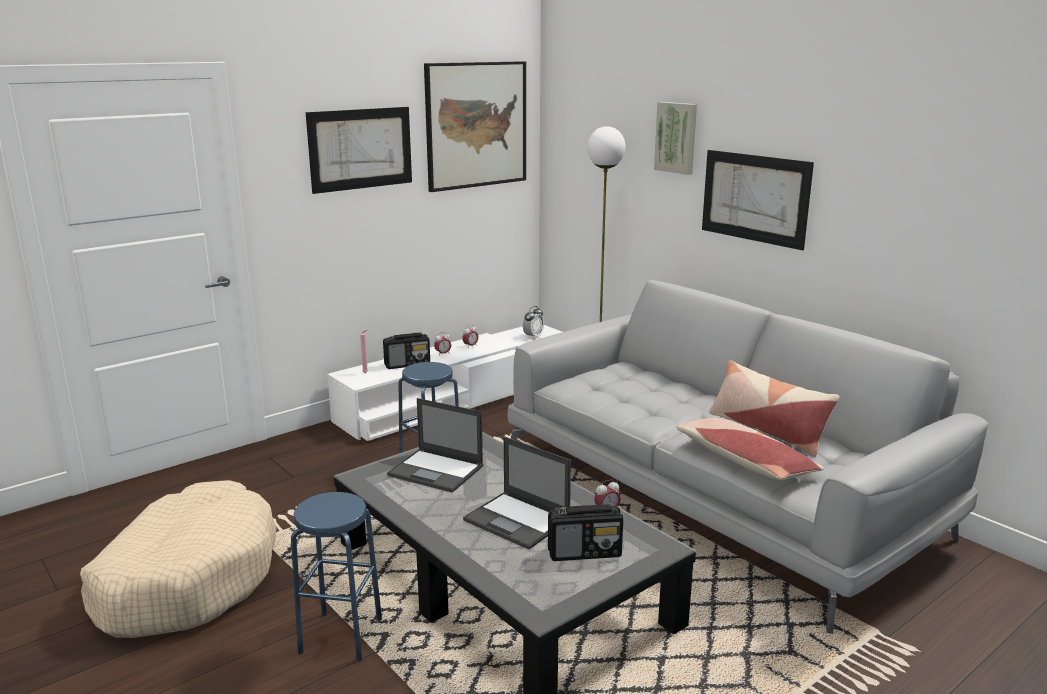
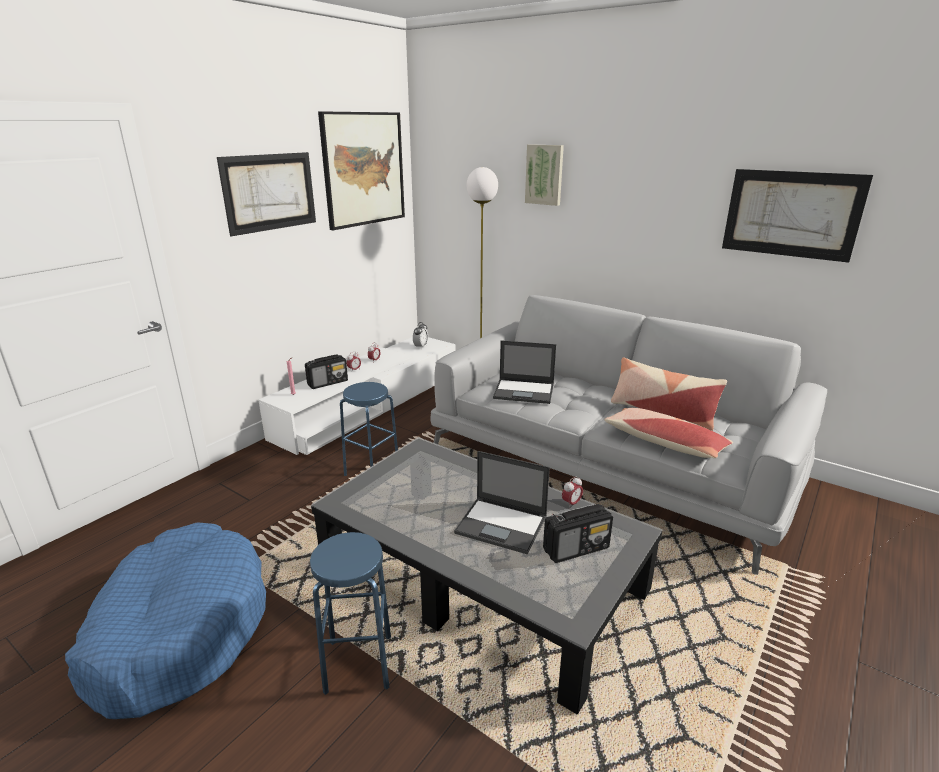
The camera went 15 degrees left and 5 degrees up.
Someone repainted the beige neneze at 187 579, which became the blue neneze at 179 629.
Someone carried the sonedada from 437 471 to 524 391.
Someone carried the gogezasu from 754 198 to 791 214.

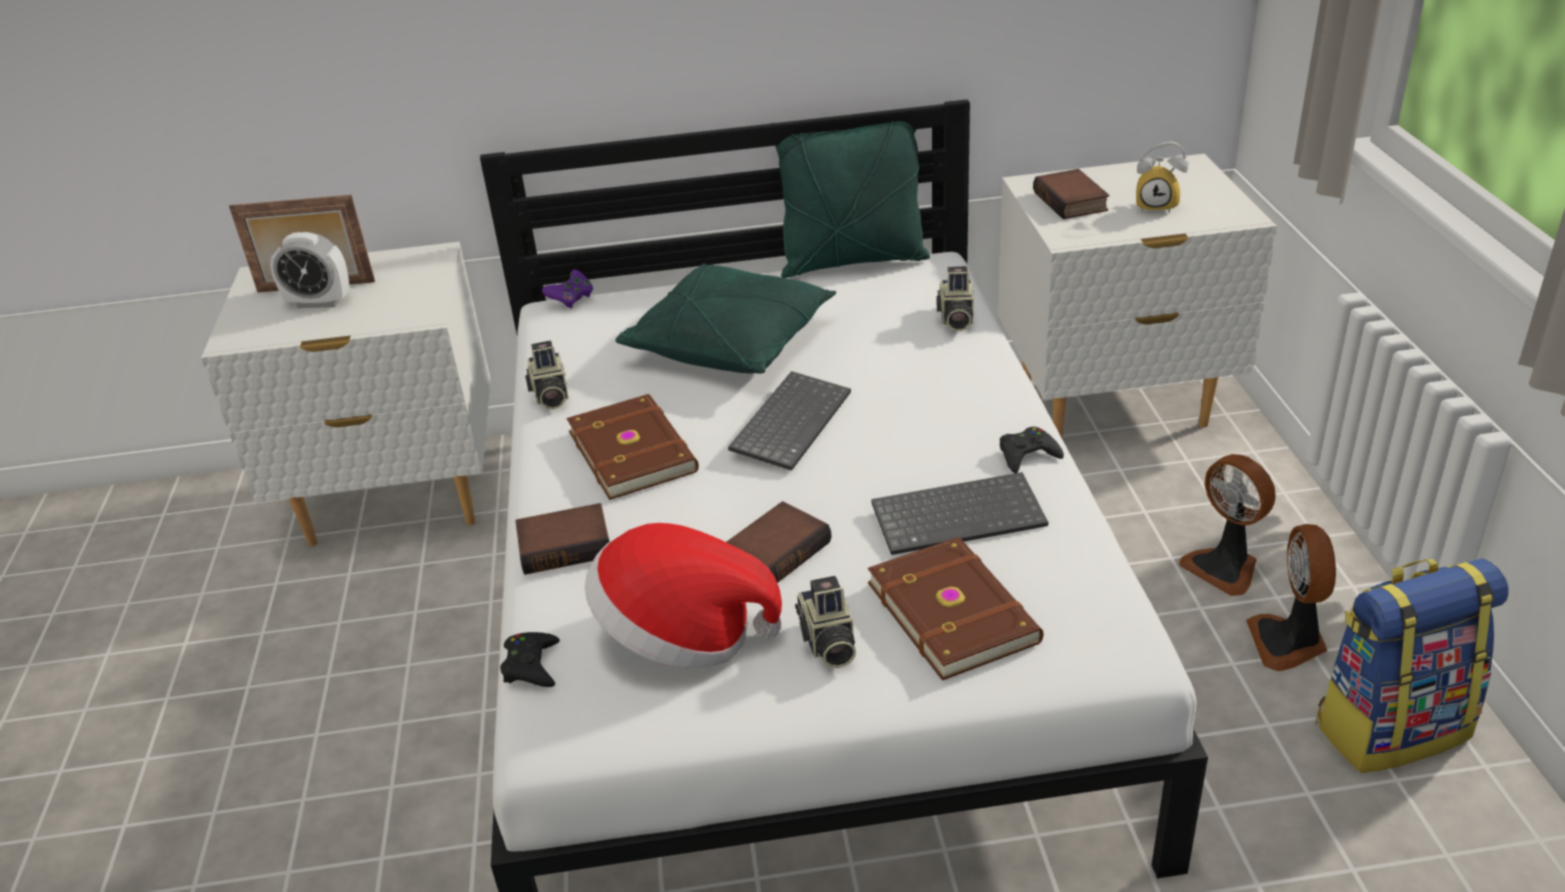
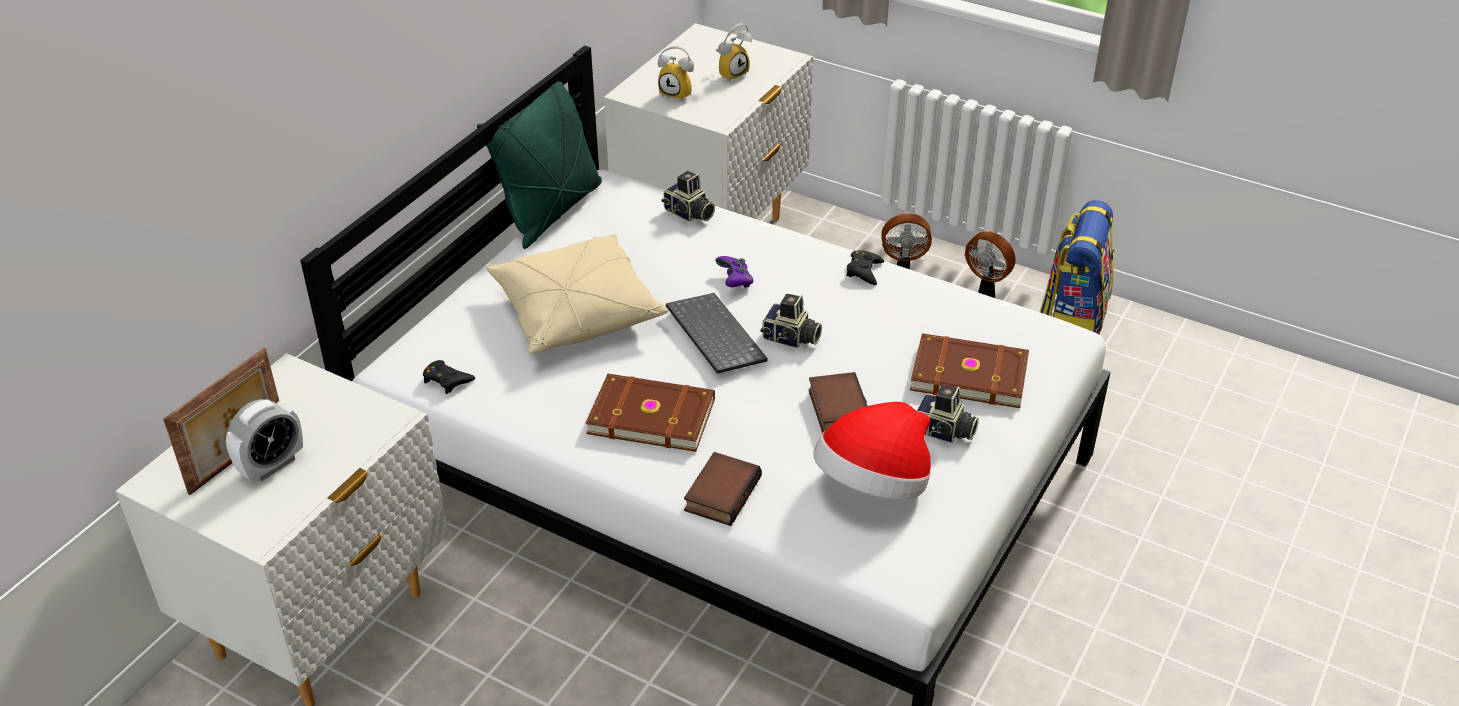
The camera went 55 degrees left and 5 degrees up.
Someone carried the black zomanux from 531 665 to 447 380.
Someone repainted the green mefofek at 731 343, which became the beige mefofek at 576 312.
Someone swapped the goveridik at 1072 201 for the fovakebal at 678 93.
Someone carried the purple zomanux from 571 300 to 735 281.
Someone carried the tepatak from 549 395 to 791 339.
Someone took away the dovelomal at 959 515.

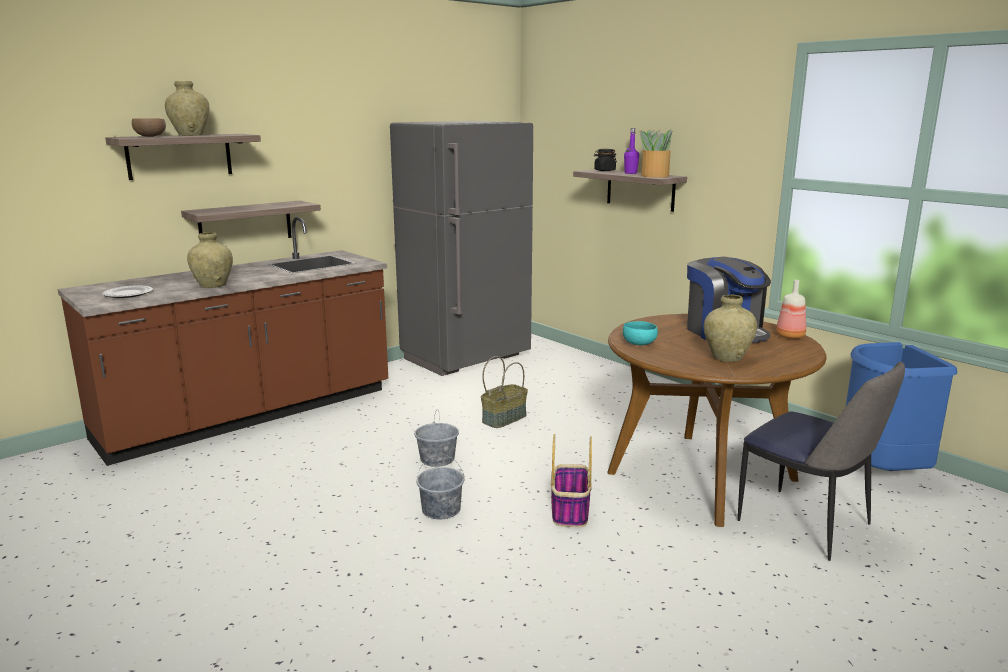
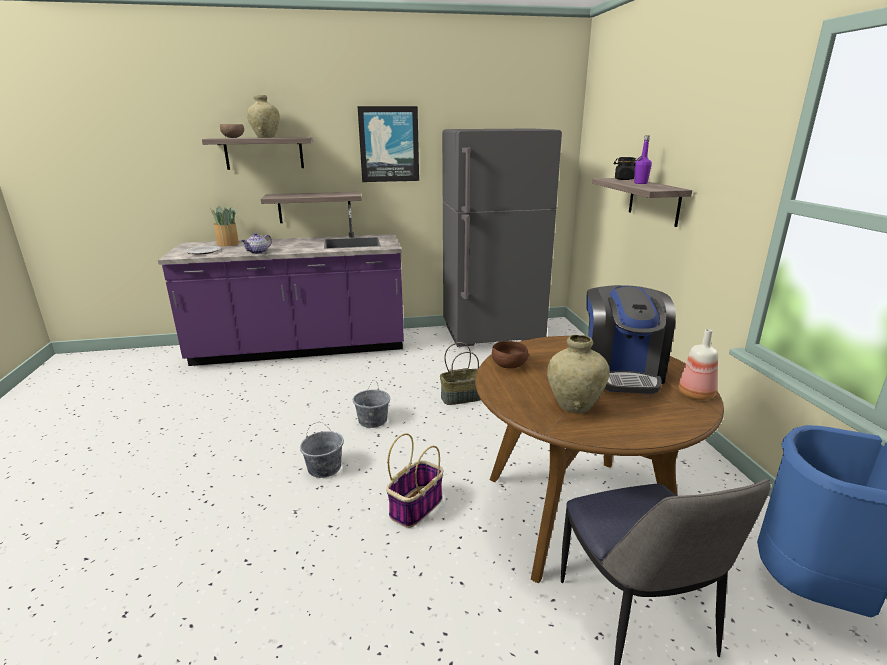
The camera went 30 degrees right and 5 degrees up.
Someone repainted the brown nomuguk at 249 415, which became the purple nomuguk at 300 349.
Someone carried the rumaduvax from 654 176 to 228 243.
Someone swapped the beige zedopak at 213 285 for the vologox at 258 252.
Someone put up the gogezasu at 389 144.
Someone repainted the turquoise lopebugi at 639 344, which became the brown lopebugi at 510 365.

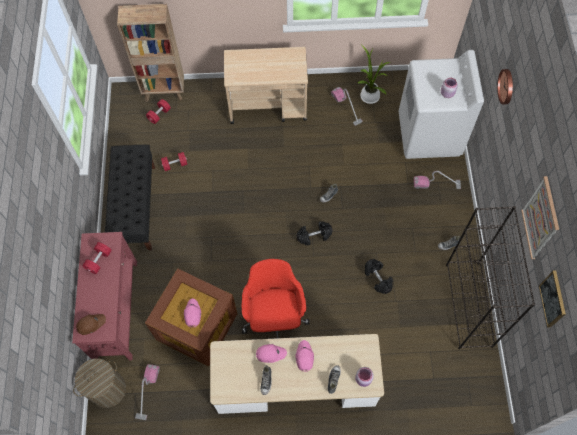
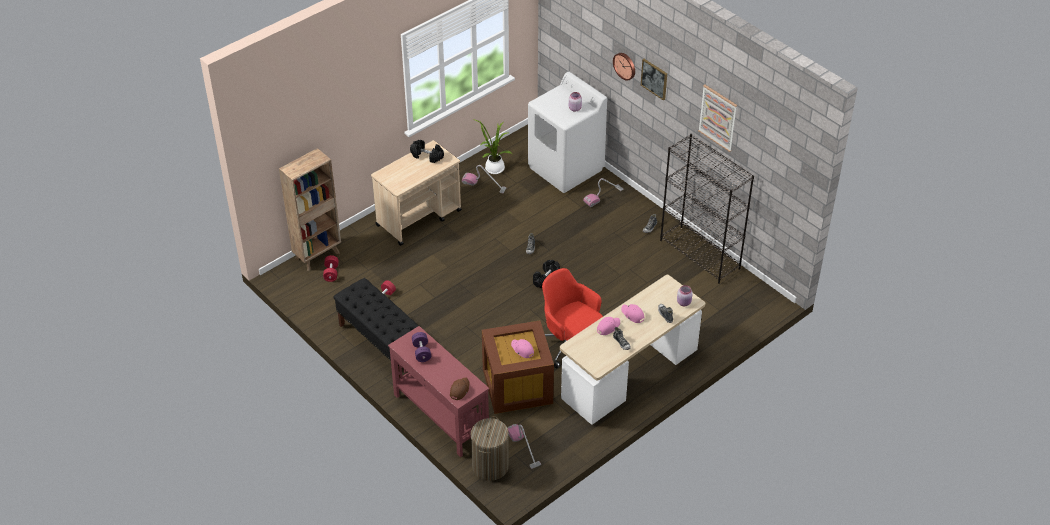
The camera went 40 degrees left and 20 degrees down.
Someone carried the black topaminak from 378 278 to 427 156.
Someone repainted the red topaminak at 99 261, which became the purple topaminak at 421 352.
Someone carried the gogezasu from 553 299 to 654 79.

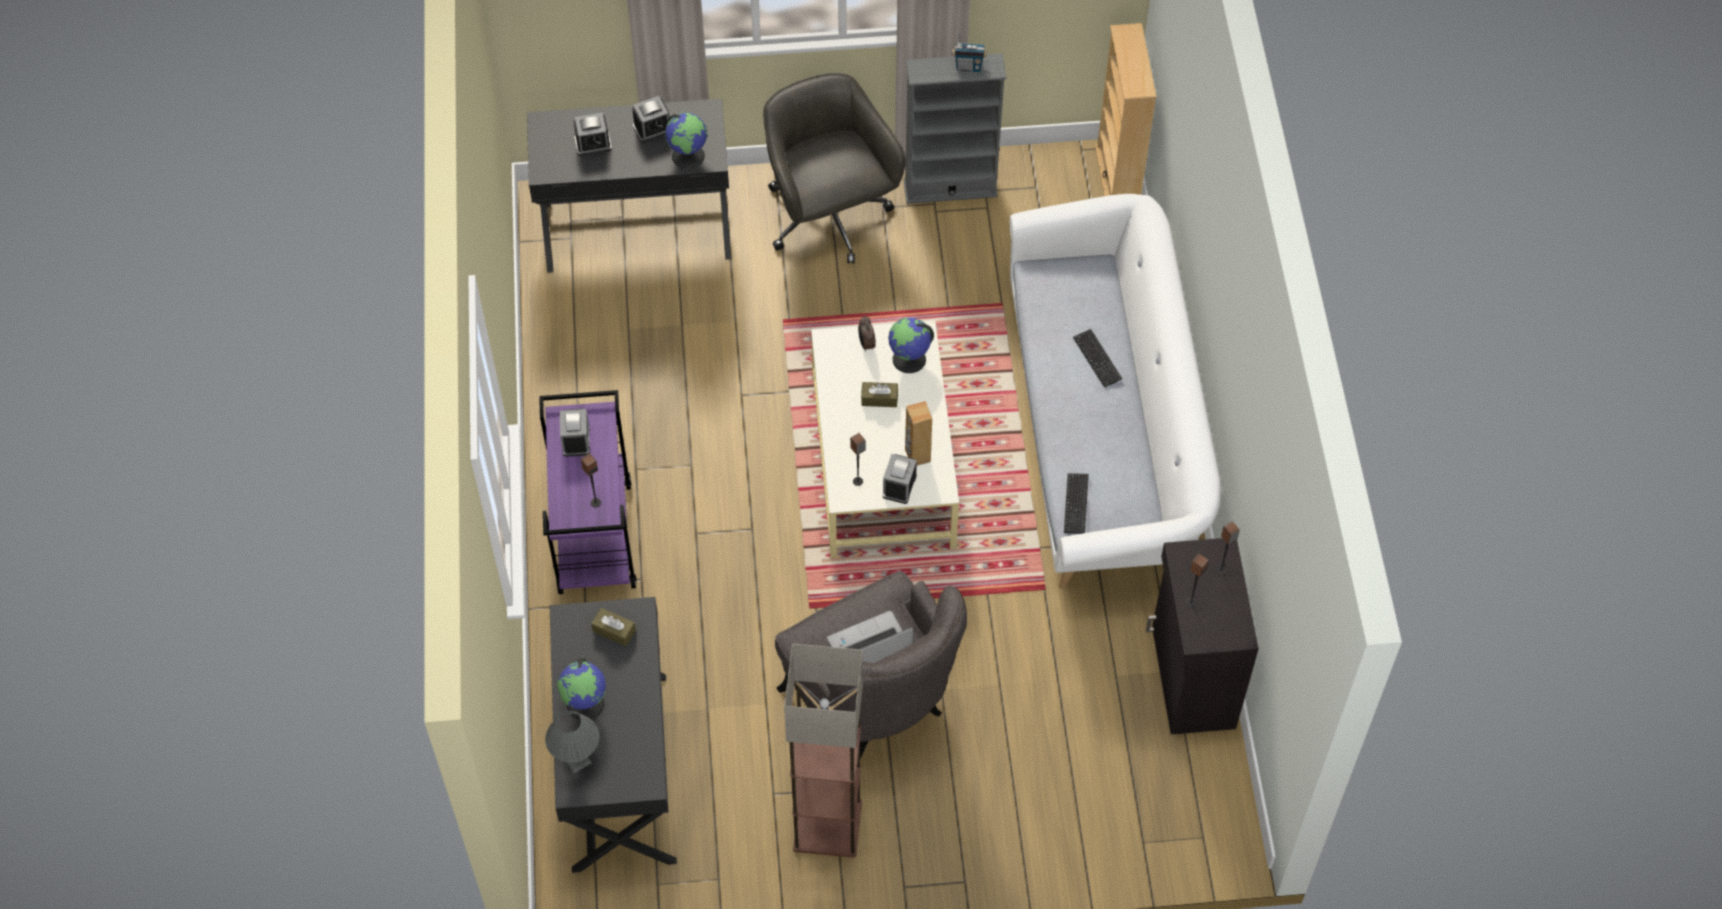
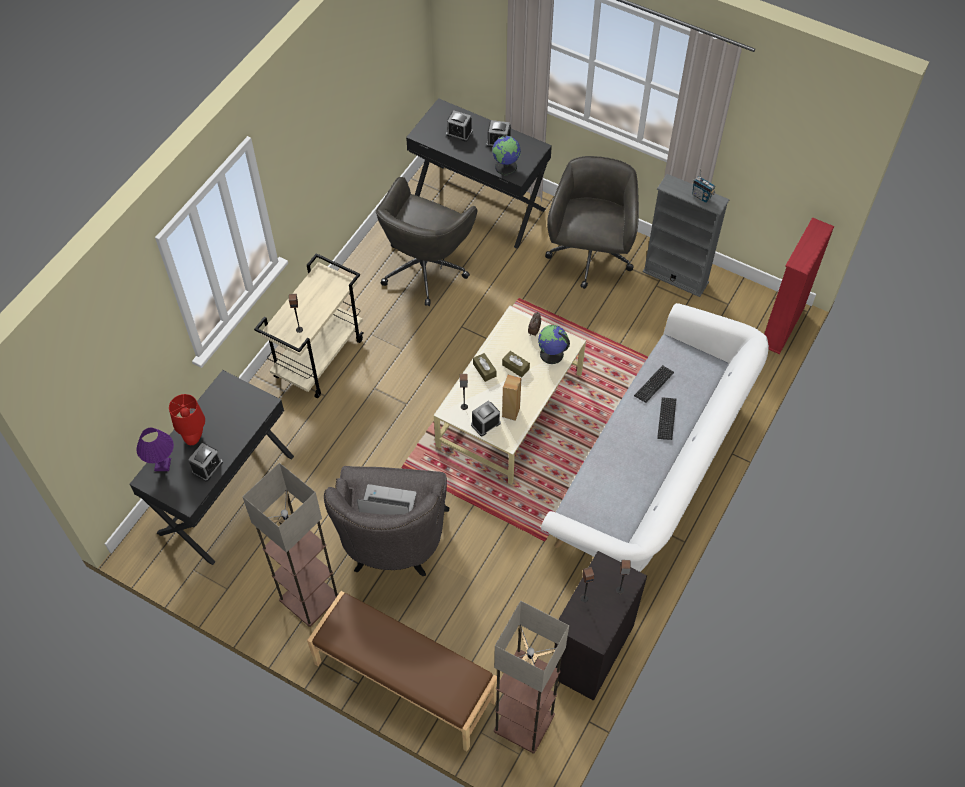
The camera went 35 degrees right and 0 degrees up.
Someone repainted the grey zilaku at 577 760, which became the purple zilaku at 163 465.
Someone swapped the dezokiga at 586 703 for the red zilaku at 194 436.
Someone carried the fovakebal from 576 440 to 207 467.
Someone repainted the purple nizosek at 594 537, which became the beige nizosek at 319 357.
Someone put down the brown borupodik at 404 682.
Someone put down the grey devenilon at 425 267.
Someone carried the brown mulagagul from 614 631 to 484 370.
Someone put down the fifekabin at 523 723.
Someone carried the dovelomal from 1076 504 to 654 384.
Someone repainted the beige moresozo at 1117 180, which became the red moresozo at 782 326.

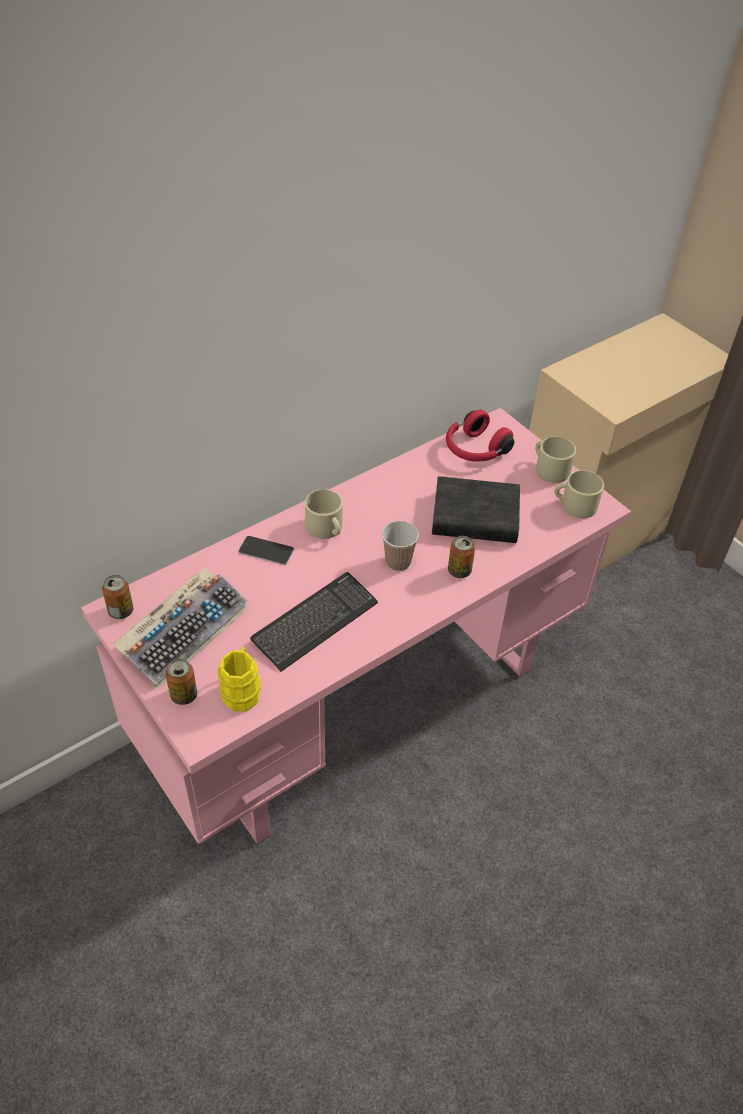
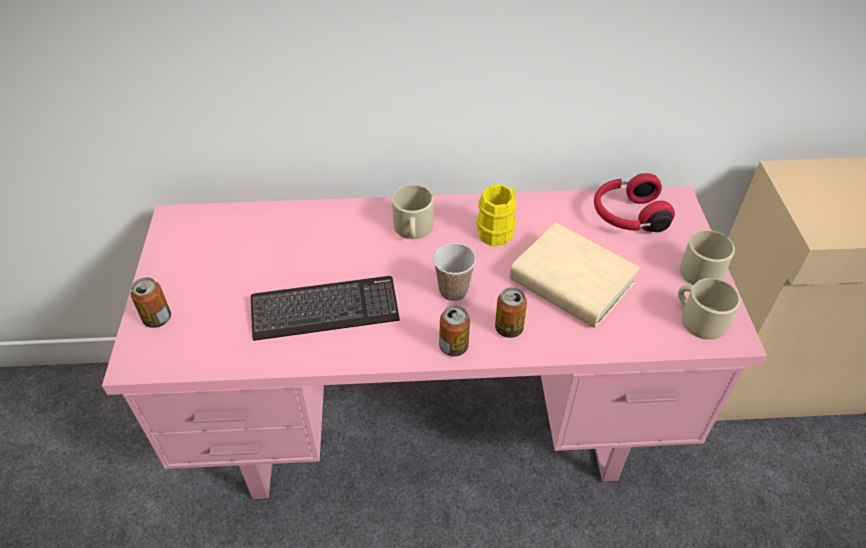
The camera went 35 degrees right and 0 degrees up.
Someone carried the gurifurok from 121 611 to 453 346.
Someone carried the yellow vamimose from 242 690 to 498 229.
Someone repainted the black goveridik at 475 517, which became the beige goveridik at 571 282.
Someone took away the dovelomal at 185 631.
Someone took away the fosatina at 266 550.

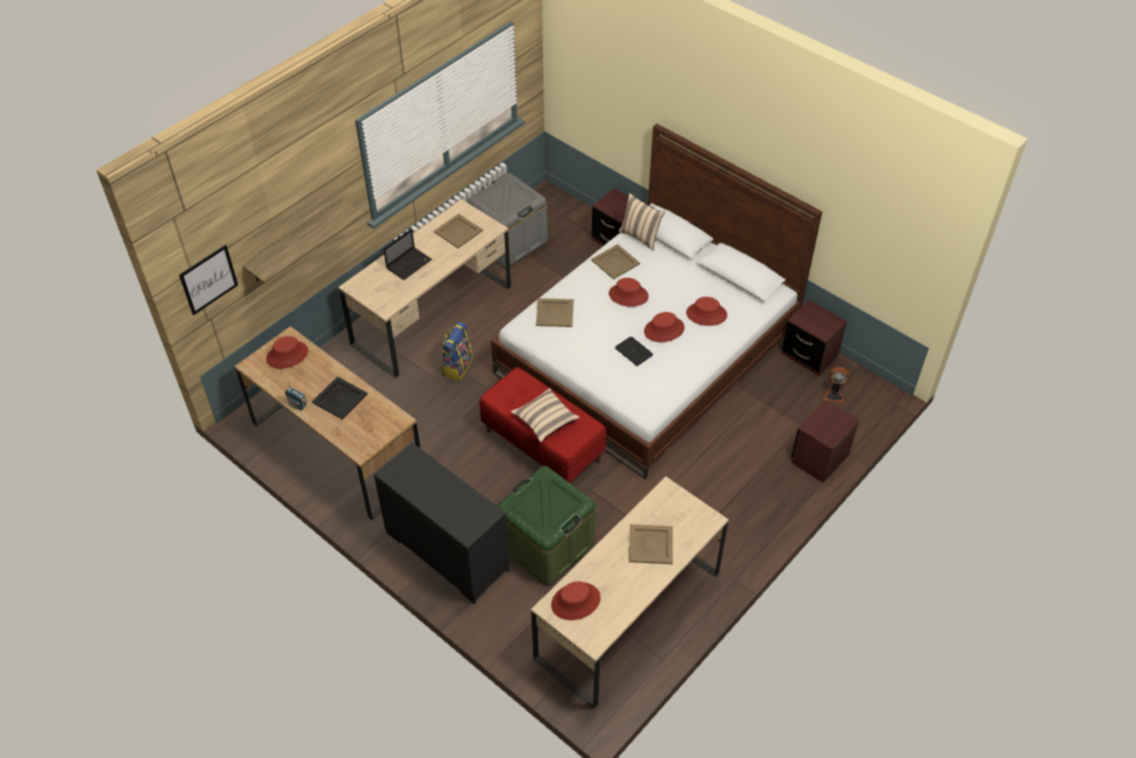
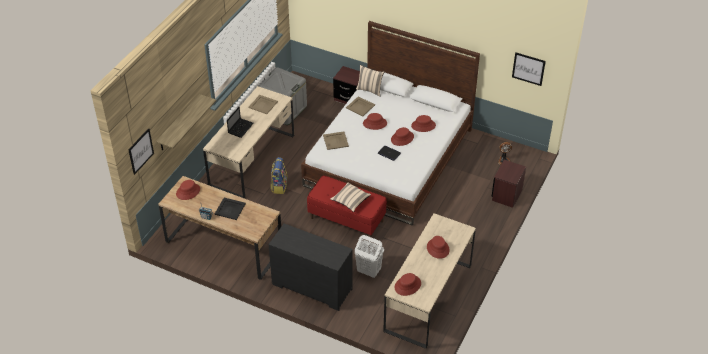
The camera went 15 degrees left and 5 degrees down.
Someone swapped the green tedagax at 546 544 for the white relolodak at 368 271.
Someone swapped the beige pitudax at 650 544 for the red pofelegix at 437 248.
Someone put up the gogezasu at 528 69.
Someone took away the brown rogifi at 809 355.

